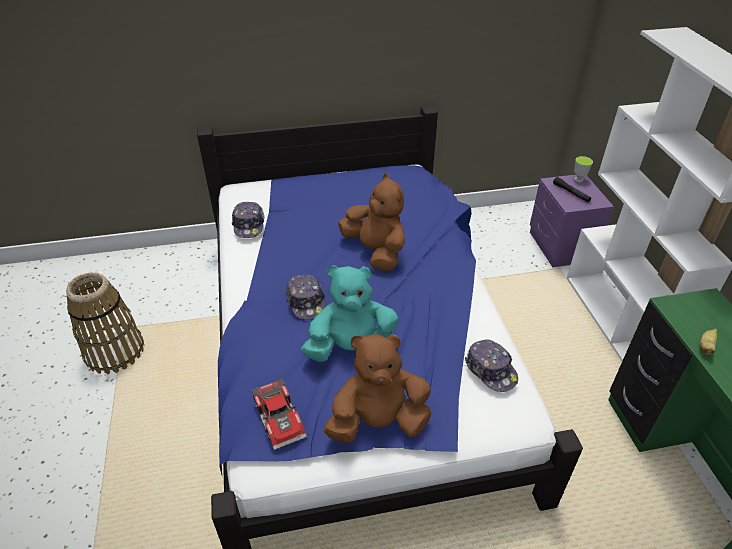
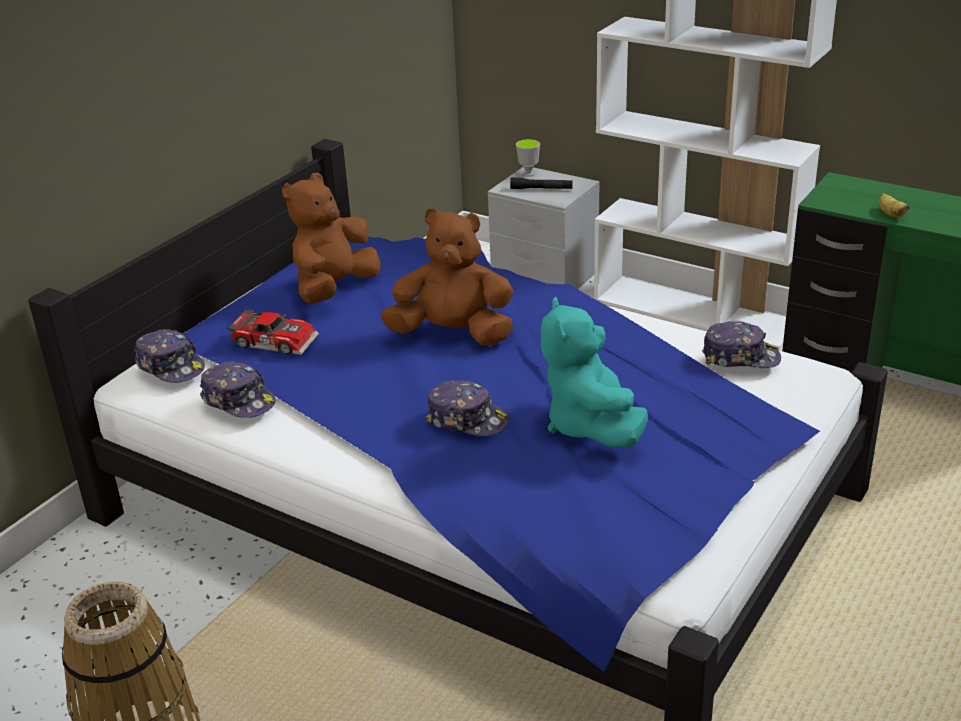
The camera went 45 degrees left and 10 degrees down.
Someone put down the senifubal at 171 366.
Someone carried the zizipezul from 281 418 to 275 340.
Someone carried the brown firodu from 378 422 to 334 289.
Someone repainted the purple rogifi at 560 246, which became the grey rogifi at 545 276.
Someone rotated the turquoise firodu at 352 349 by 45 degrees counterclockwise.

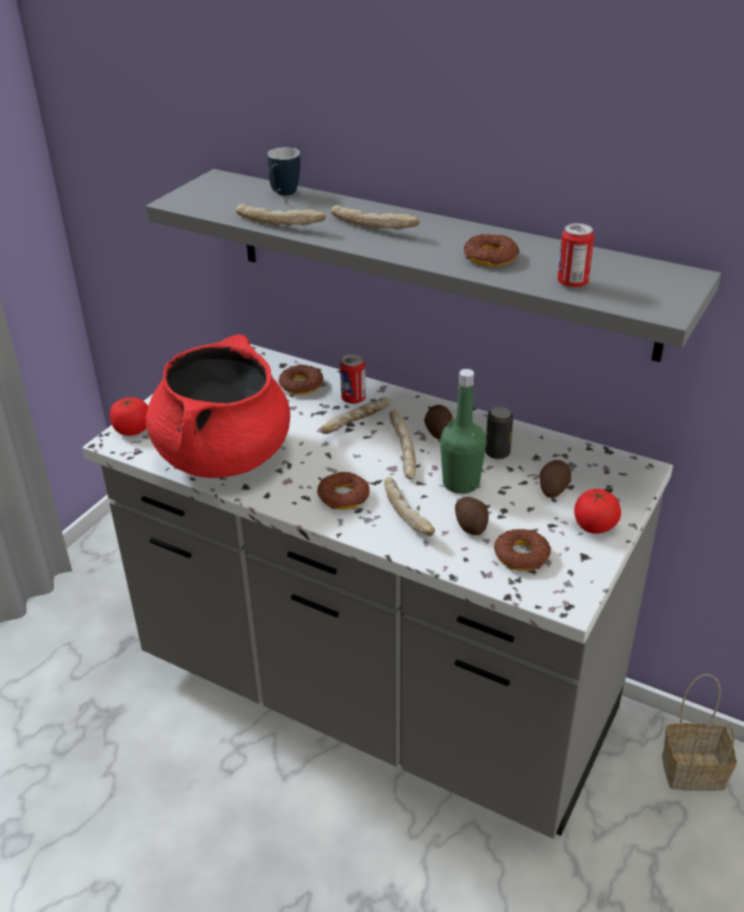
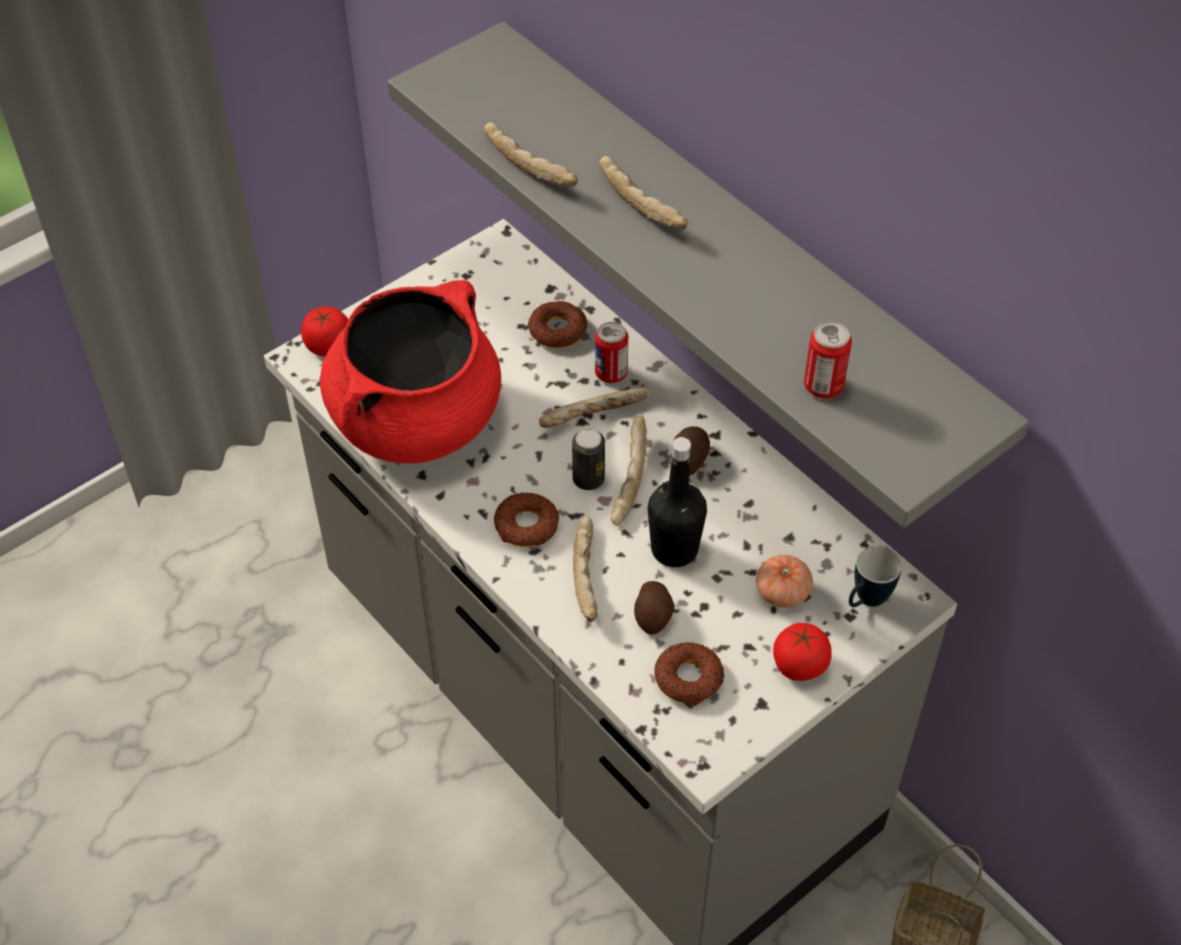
The camera went 20 degrees right and 15 degrees up.
Someone carried the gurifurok from 497 453 to 588 479.
Someone repainted the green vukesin at 461 483, which became the black vukesin at 674 549.
Someone swapped the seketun at 553 488 for the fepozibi at 782 592.
Someone carried the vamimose from 283 194 to 865 601.
Someone took away the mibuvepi at 490 257.

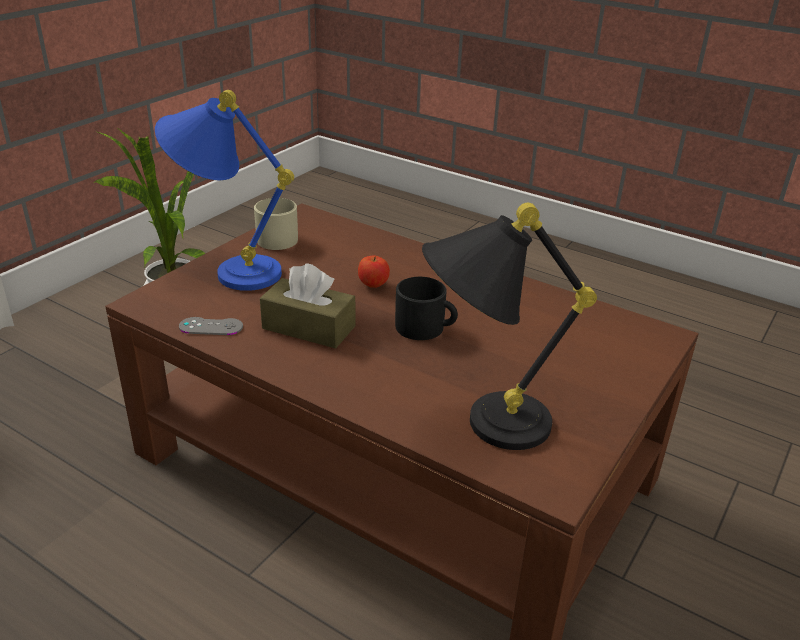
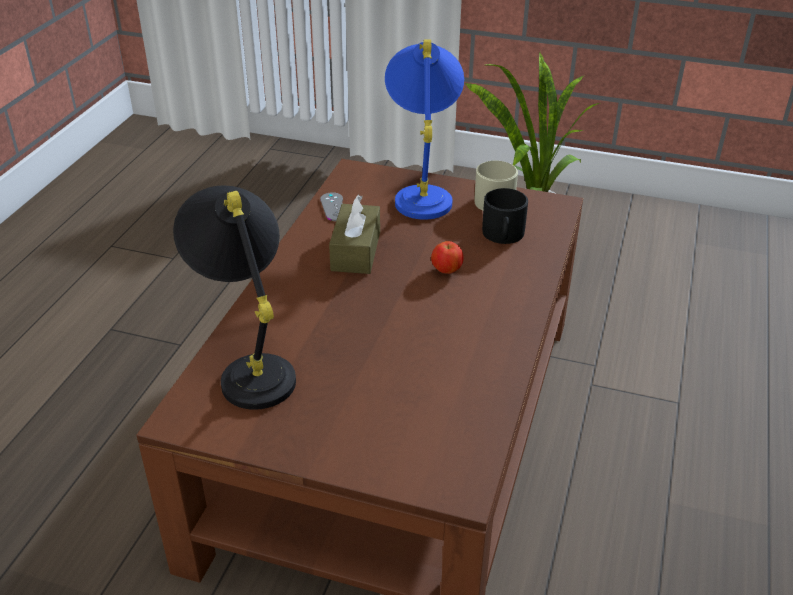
The camera went 75 degrees right and 5 degrees up.
Someone carried the black vamimose from 425 328 to 503 235.

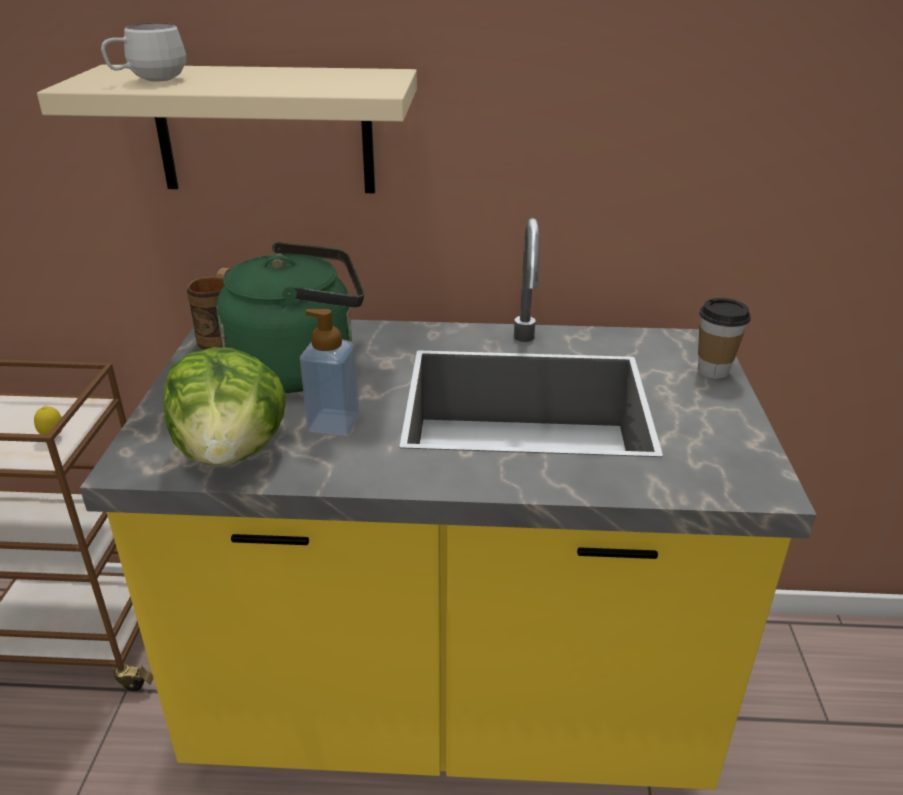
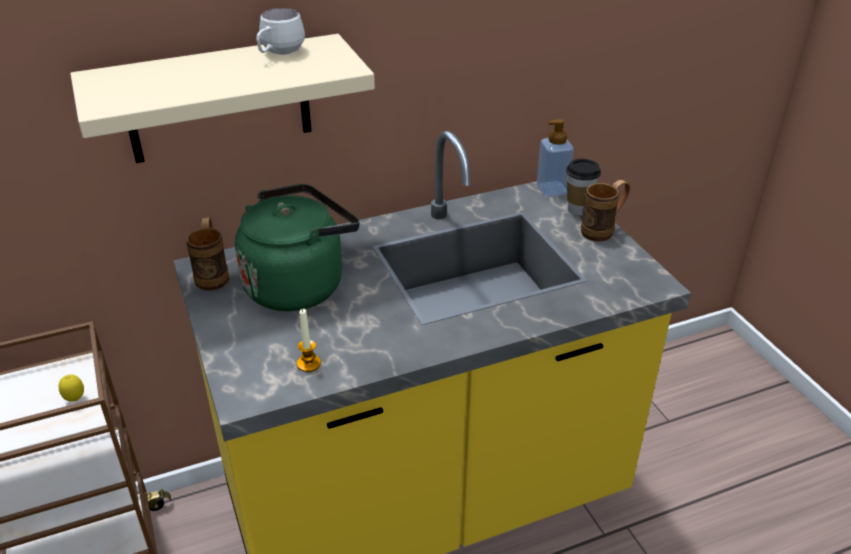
The camera went 25 degrees left and 5 degrees up.
Someone carried the white vamimose from 149 80 to 278 54.
Someone swapped the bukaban at 232 452 for the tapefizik at 308 363.
Someone carried the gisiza from 333 424 to 552 189.
Someone put down the brown vamimose at 603 230.

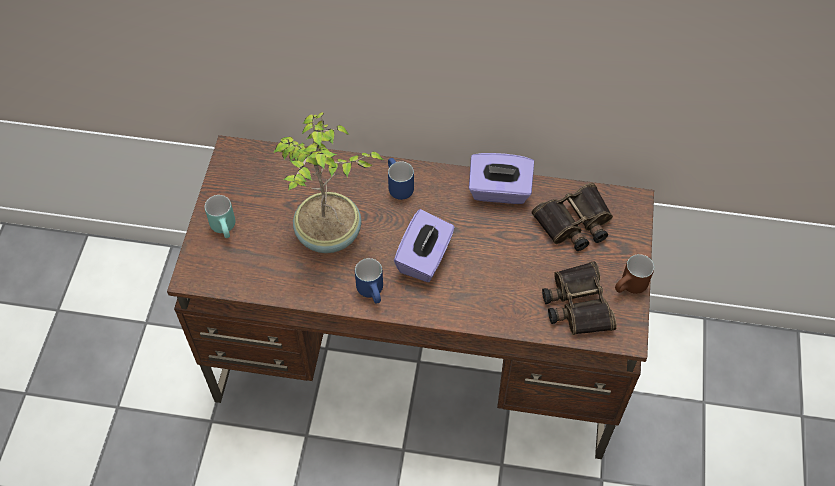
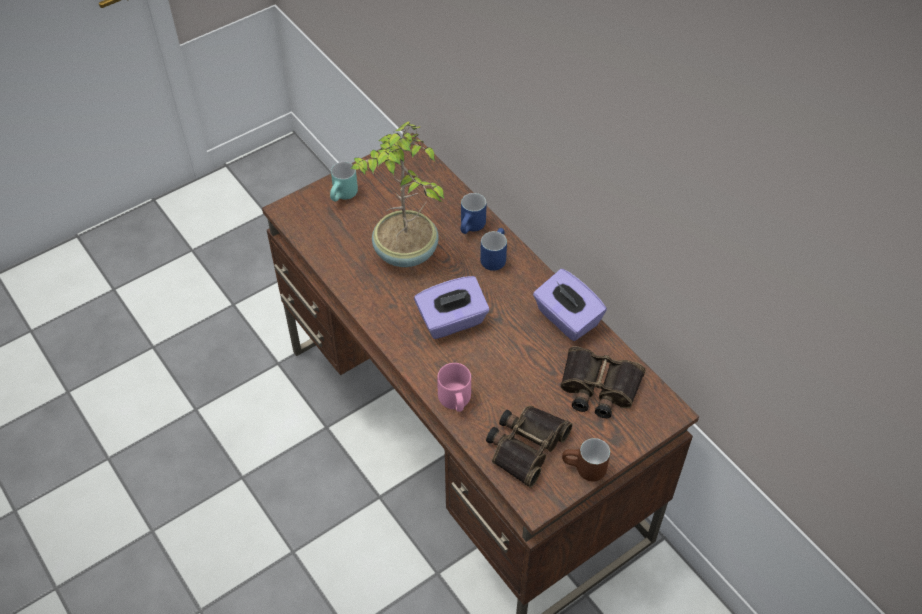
The camera went 45 degrees right and 5 degrees down.
Someone put down the pink vamimose at 455 400.
Someone carried the blue vamimose from 373 292 to 472 228.

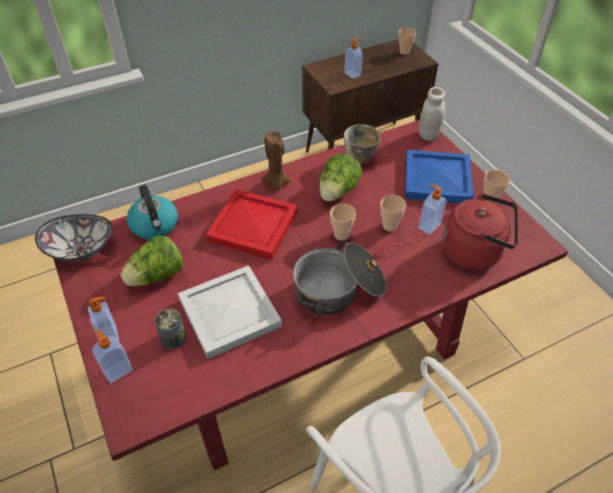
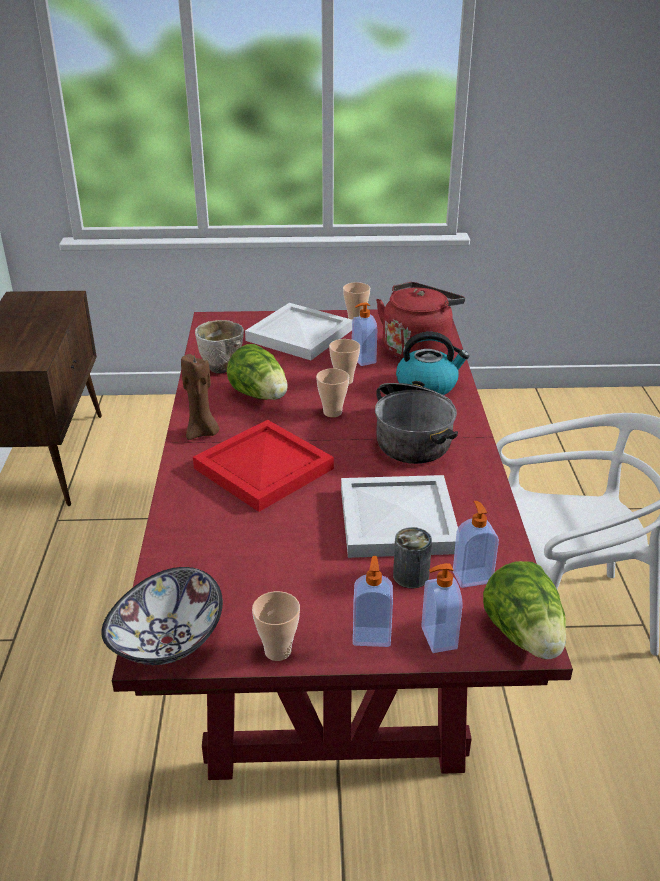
The camera went 65 degrees left and 15 degrees down.
Someone repainted the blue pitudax at 438 180, which became the white pitudax at 301 335.
Someone carried the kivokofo from 404 52 to 278 651.
Someone carried the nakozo from 155 226 to 427 385.
Someone carried the gisiza from 353 74 to 472 576.
Someone carried the bukaban from 157 276 to 524 635.
Someone took away the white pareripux at 428 135.

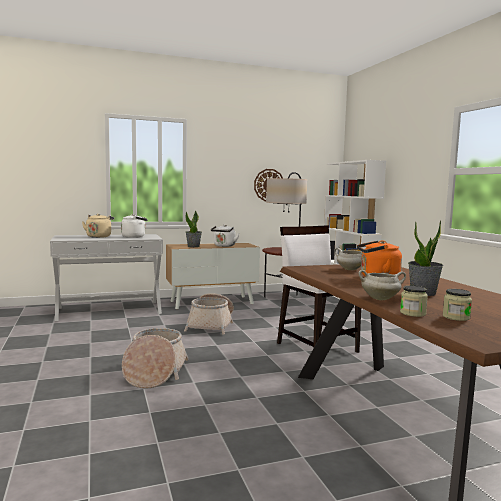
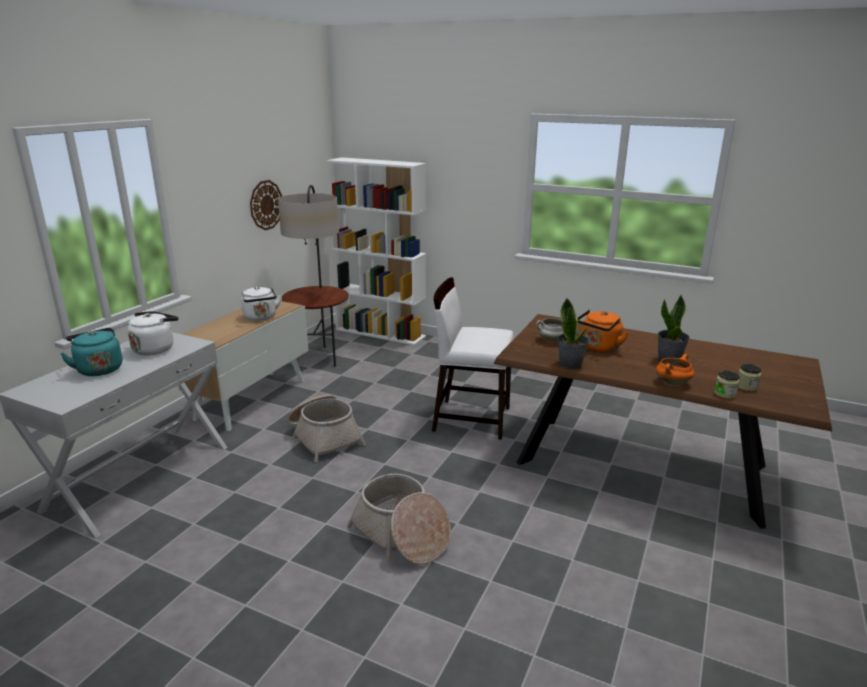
The camera went 45 degrees left and 15 degrees up.
Someone repainted the beige nakozo at 99 236, which became the turquoise nakozo at 99 369.
Someone carried the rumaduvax from 193 246 to 570 364.
Someone repainted the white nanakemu at 380 299, which became the orange nanakemu at 672 382.

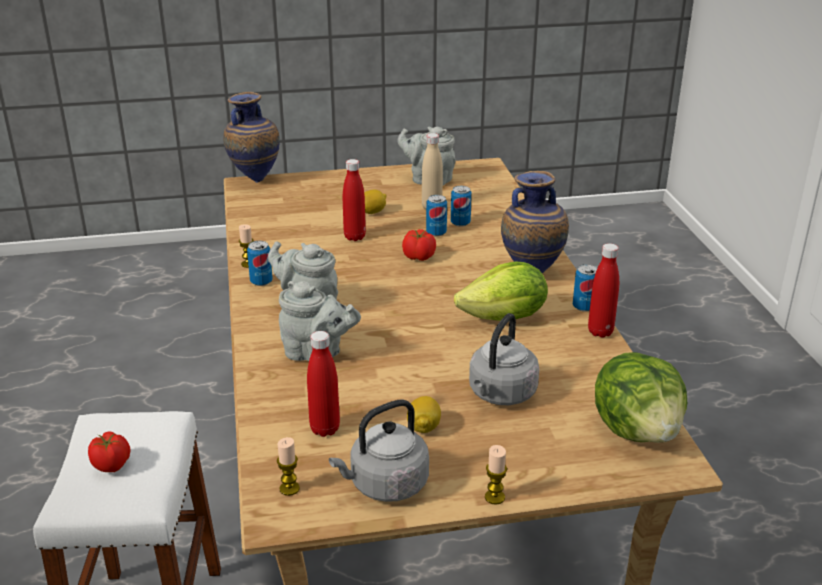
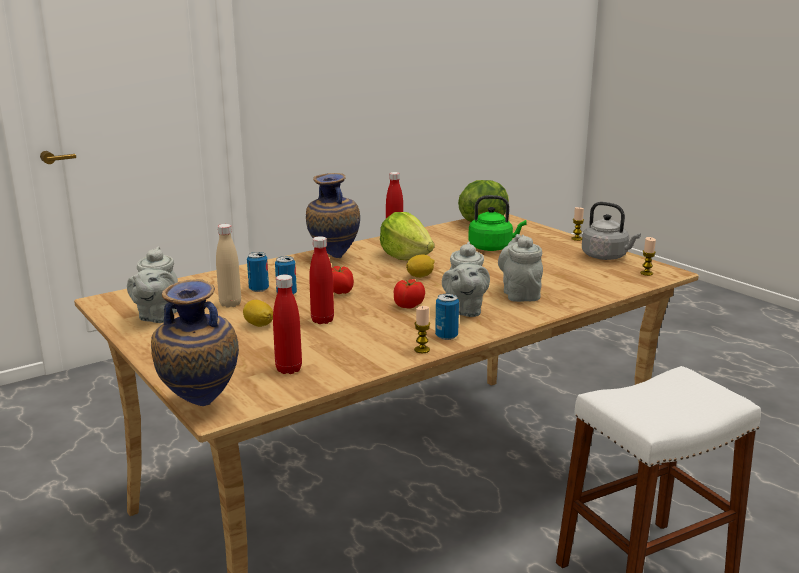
The camera went 115 degrees left and 10 degrees down.
Someone carried the red vukesin from 325 429 to 289 369.
Someone carried the fepozibi from 112 465 to 408 306.
Someone carried the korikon from 423 427 to 420 276.
Someone repainted the grey nakozo at 500 394, which became the green nakozo at 492 248.
Someone took away the gurifurok at 584 306.

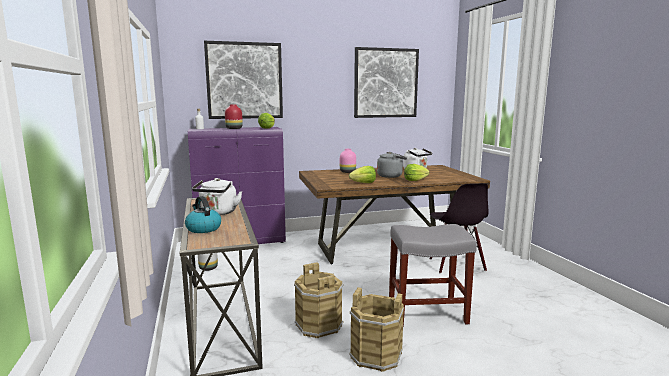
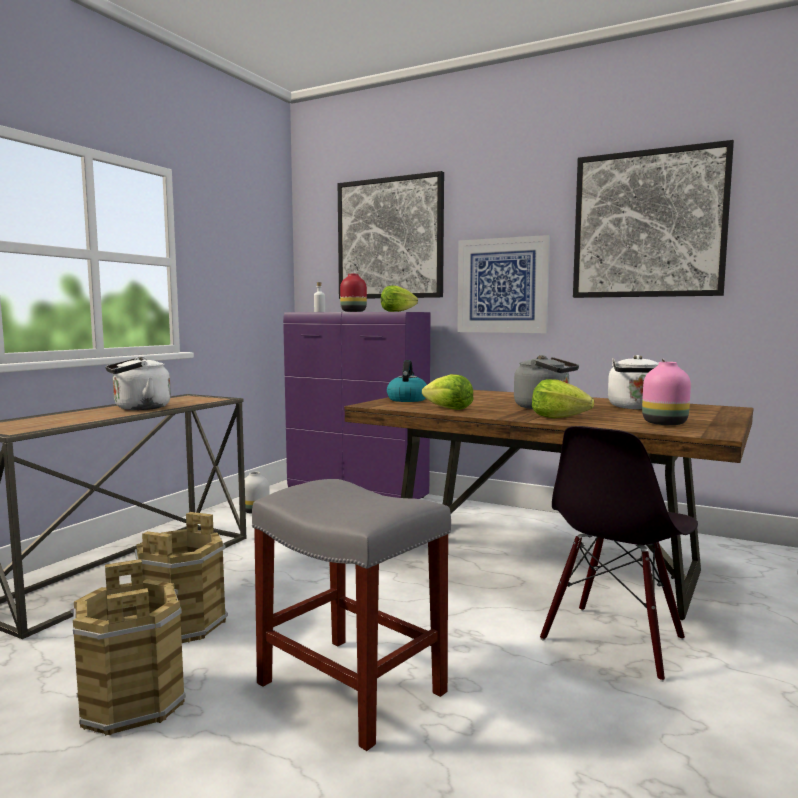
The camera went 45 degrees right and 5 degrees down.
Someone carried the nakozo from 203 228 to 407 399.
Someone put up the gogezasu at 502 285.
Someone carried the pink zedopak from 347 172 to 665 423.

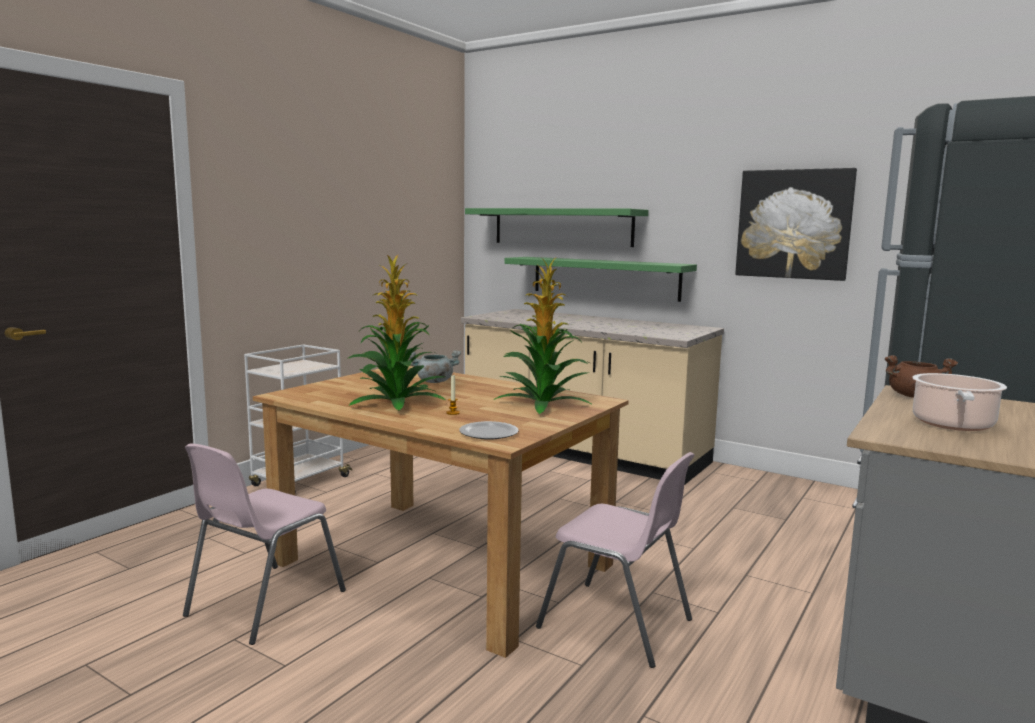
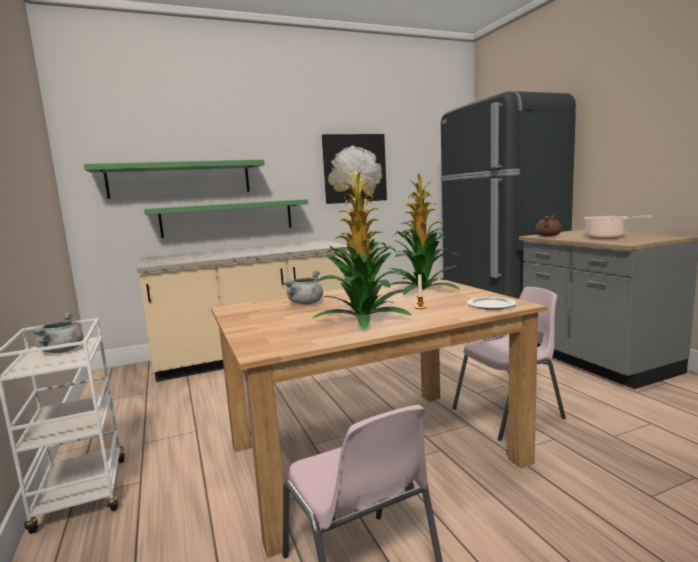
The camera went 55 degrees left and 0 degrees up.
Someone put down the grey nanakemu at 62 351.

